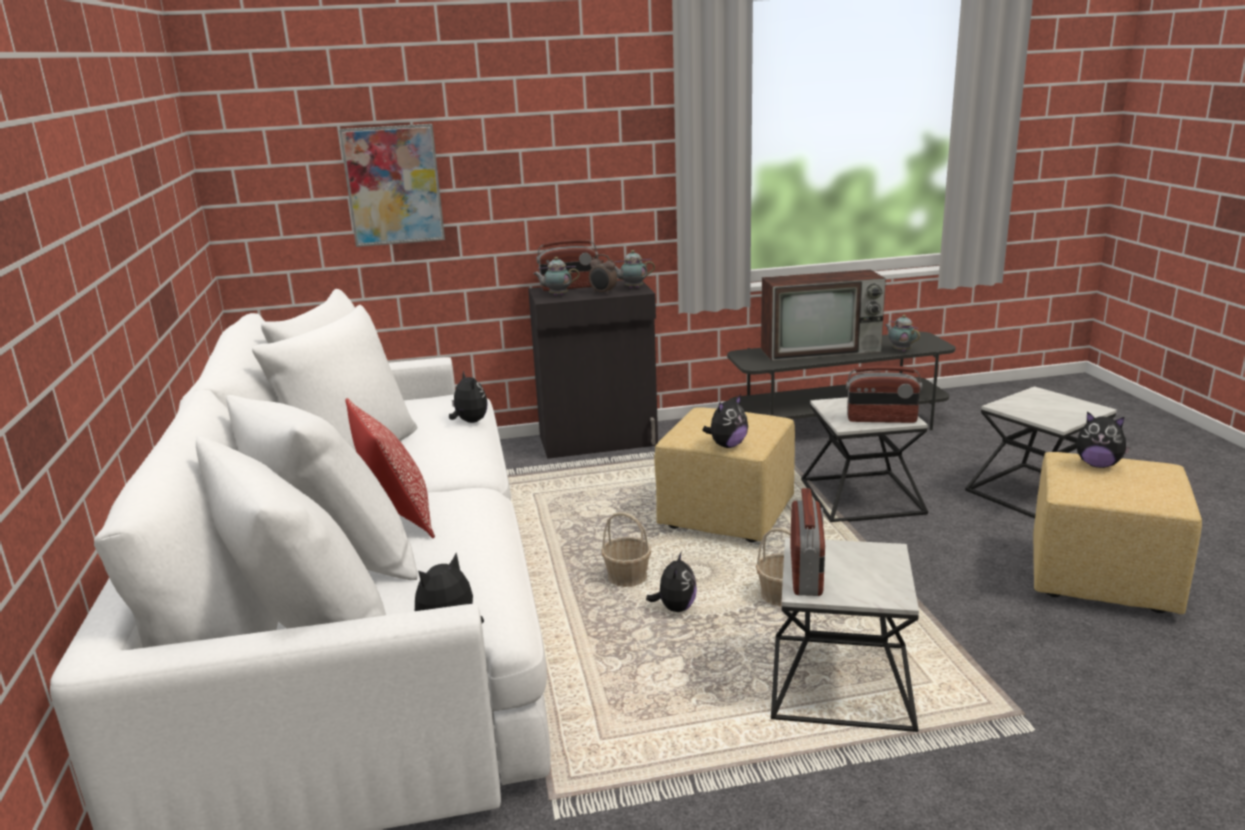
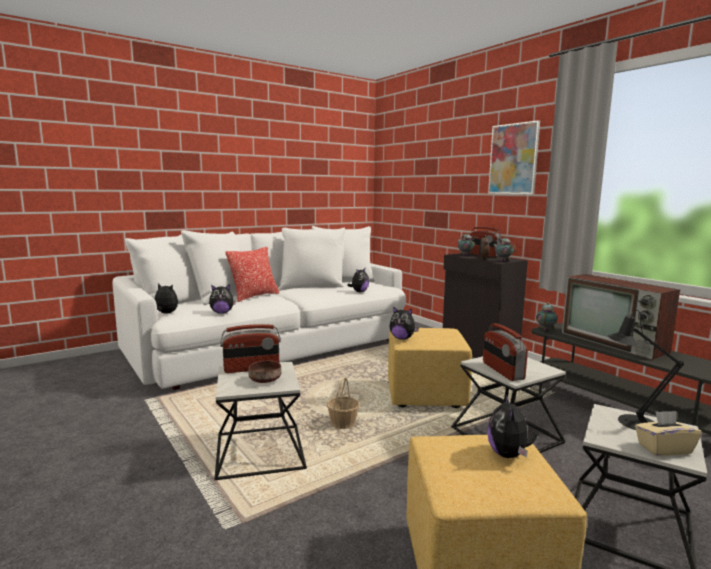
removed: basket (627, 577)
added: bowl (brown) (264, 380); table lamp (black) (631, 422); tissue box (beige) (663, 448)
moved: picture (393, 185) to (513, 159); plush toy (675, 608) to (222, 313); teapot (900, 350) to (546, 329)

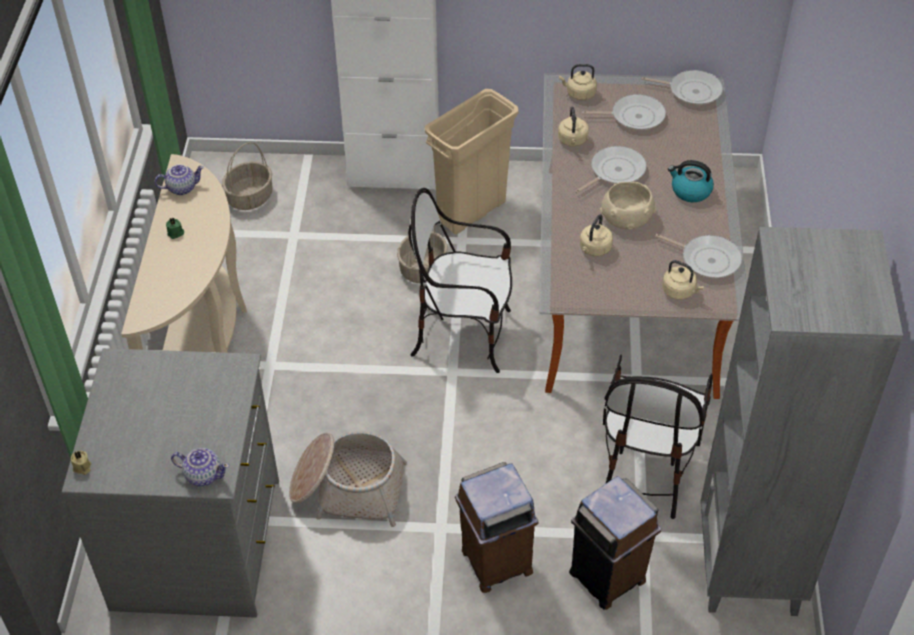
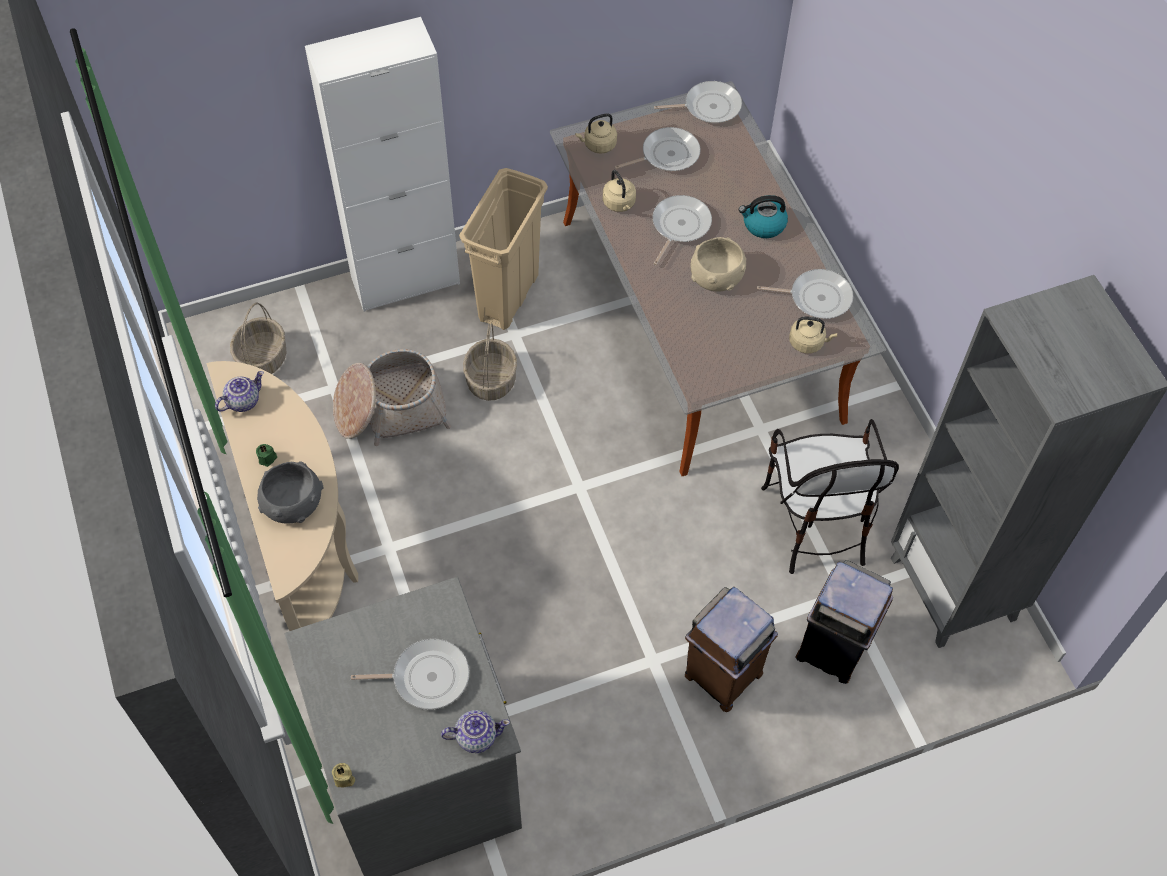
removed: chair (463, 335); kettle (beige) (594, 249)
added: bowl (grey) (292, 503); frying pan (426, 677)
moved: basket (347, 488) to (390, 409)

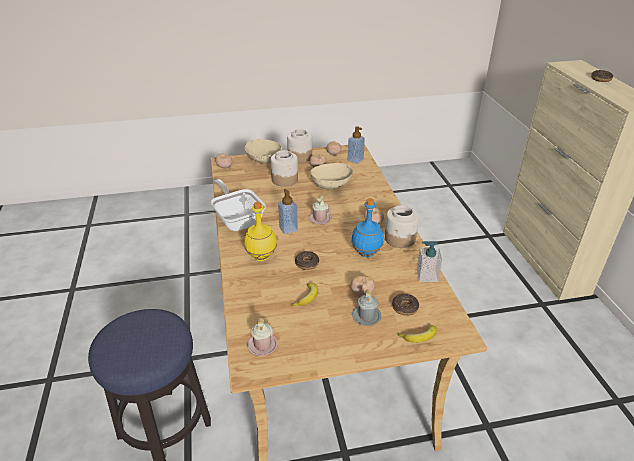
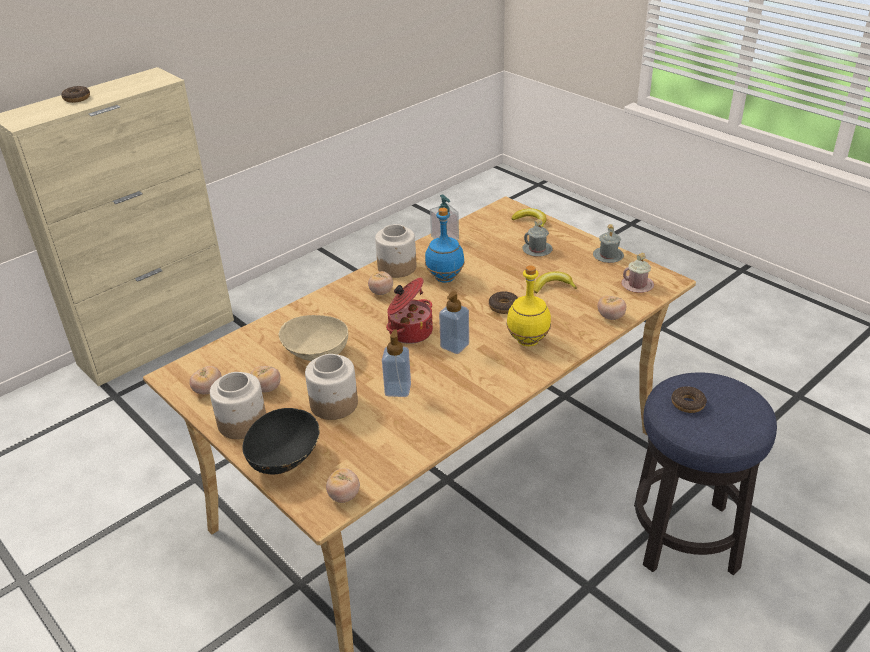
removed: frying pan (238, 220)
added: mug (grey) (608, 256)
moved: soap dispenser (355, 160) to (398, 389); tomato (362, 292) to (610, 317); donut (405, 307) to (687, 404)
replaced: mug (pink) (320, 219) to cooking pot (409, 331)
recoloured: bowl (beige) (263, 160) to bowl (black) (285, 459)

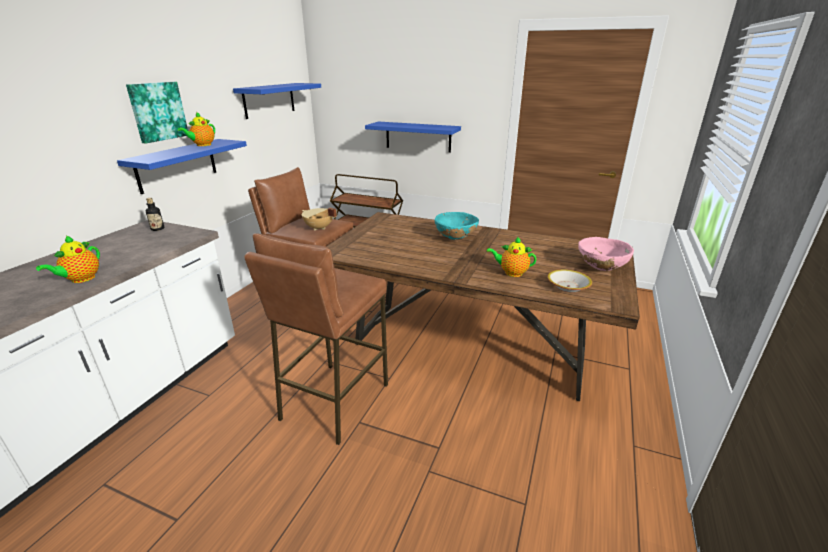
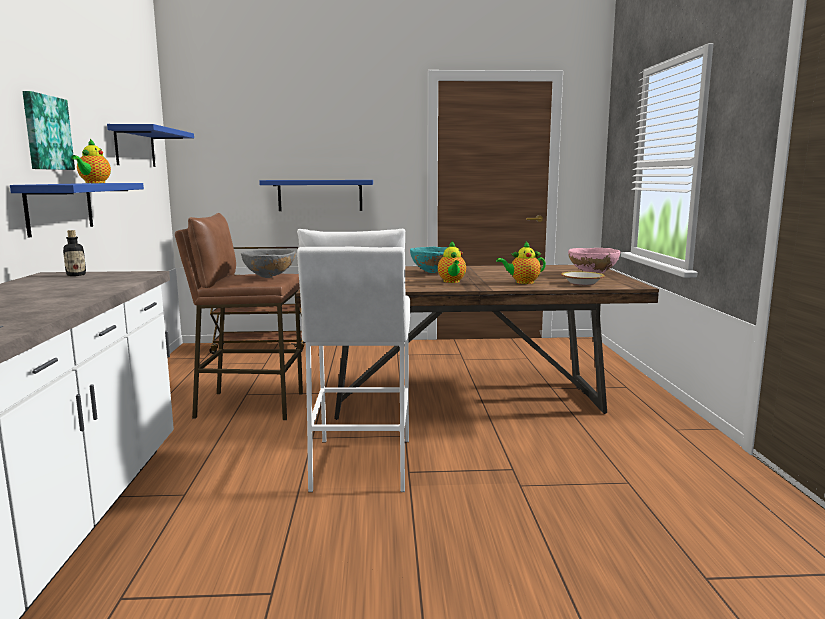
moved: teapot (81, 279) to (452, 281)
replaced: cooking pot (beige) (319, 228) to bowl (grey) (269, 277)
recoloured: stool (brown) (334, 401) to stool (white) (360, 464)

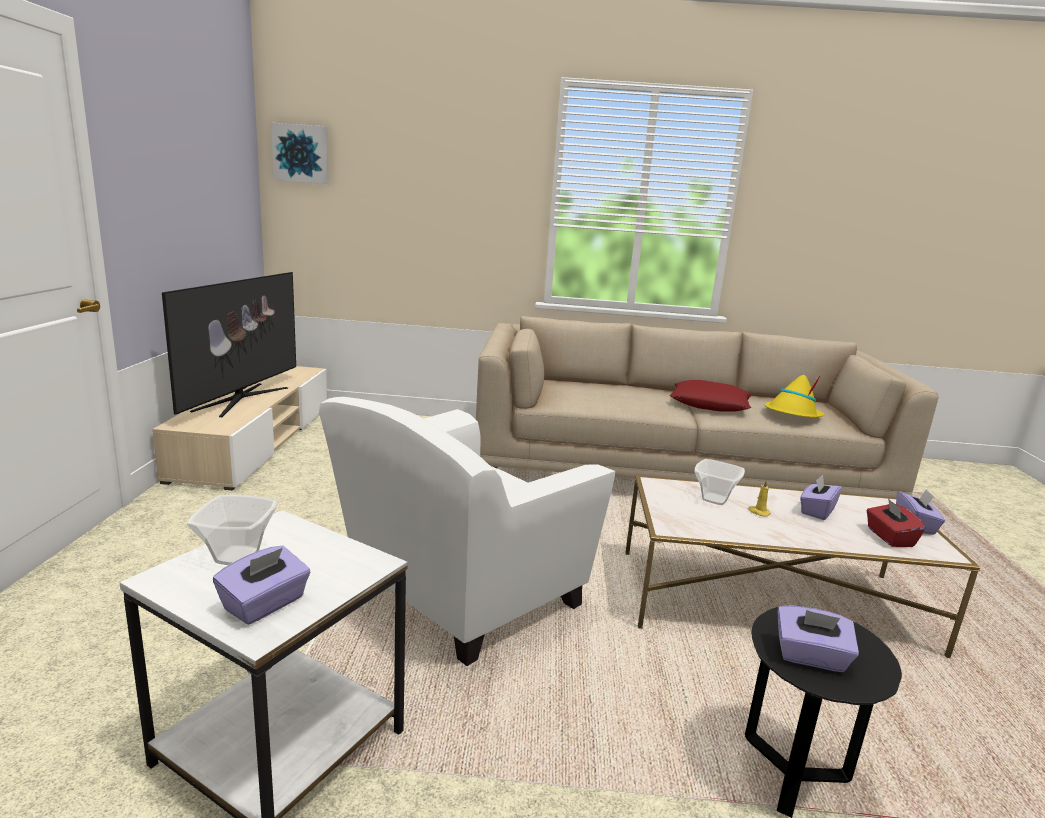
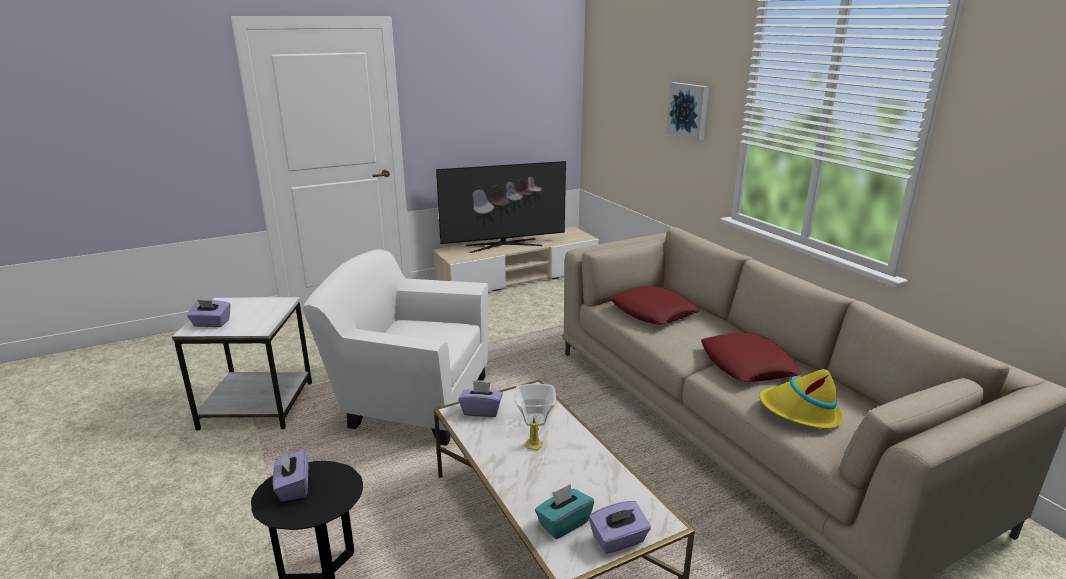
removed: bowl (239, 556)
added: pillow (red) (653, 312)
moved: picture (301, 154) to (689, 110); tissue box (purple) (816, 511) to (481, 411)
recoloured: tissue box (red) (889, 537) to tissue box (turquoise) (563, 523)

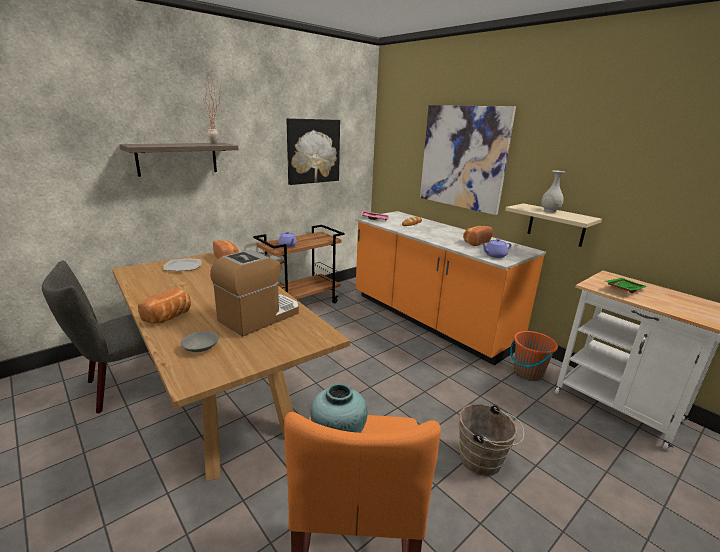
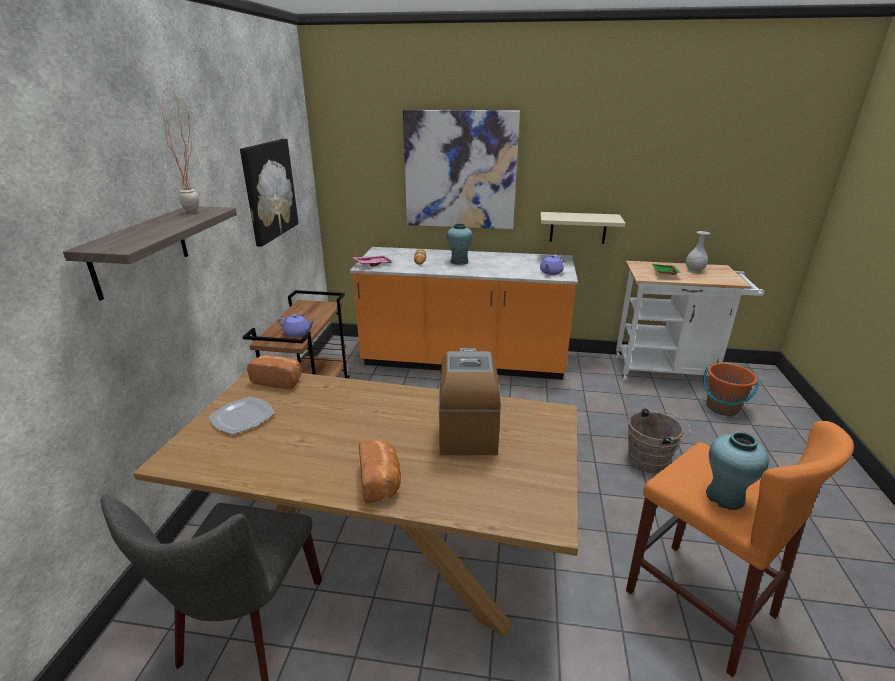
removed: bowl (grey) (200, 347); bread (475, 242)
added: vase (turquoise) (459, 262)
moved: bucket (orange) (527, 373) to (722, 408); vase (white) (550, 211) to (694, 270)

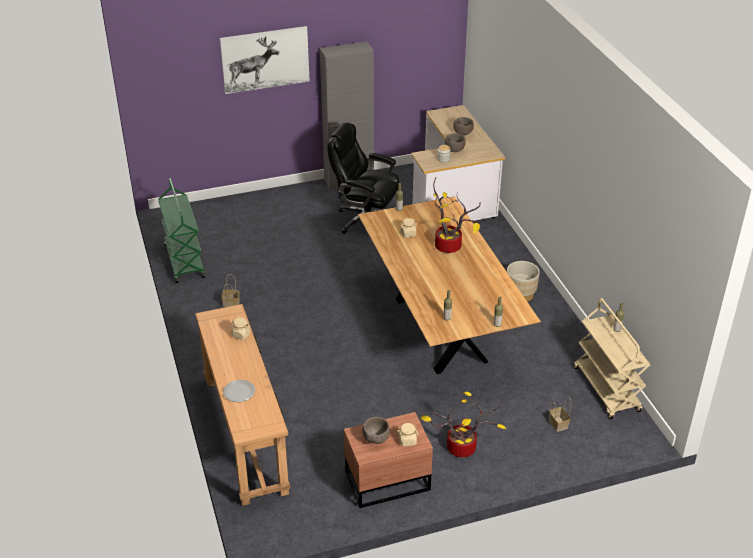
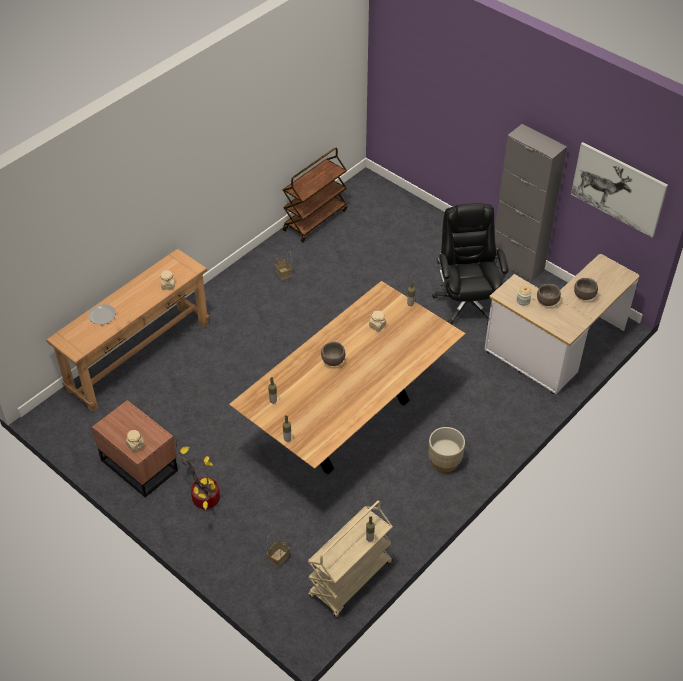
removed: potted plant (450, 246)
moved: picture (265, 59) to (618, 189); bowl (brown) (375, 439) to (333, 361)
recoloured: cart (green) (183, 260) to cart (brown) (315, 219)

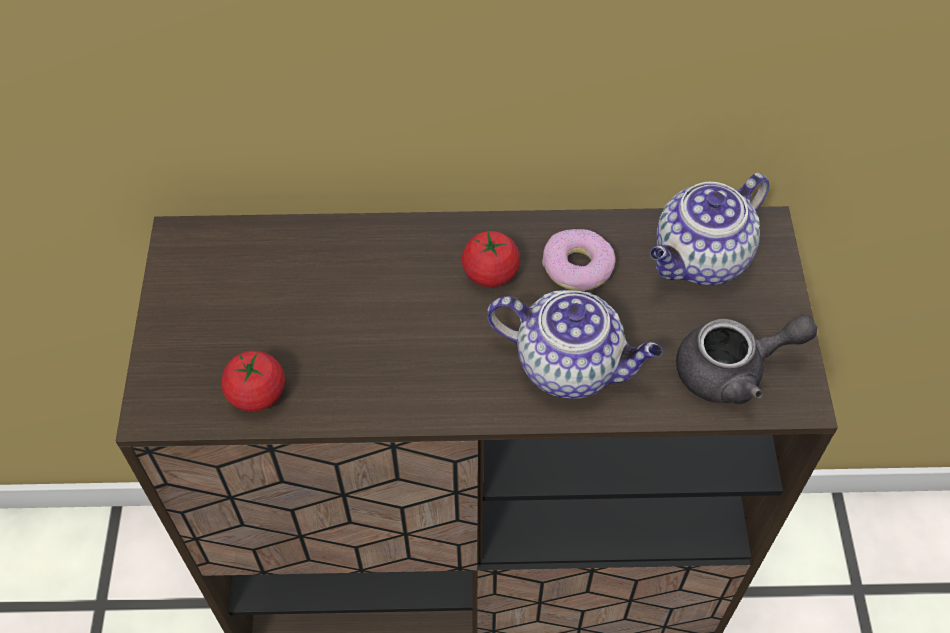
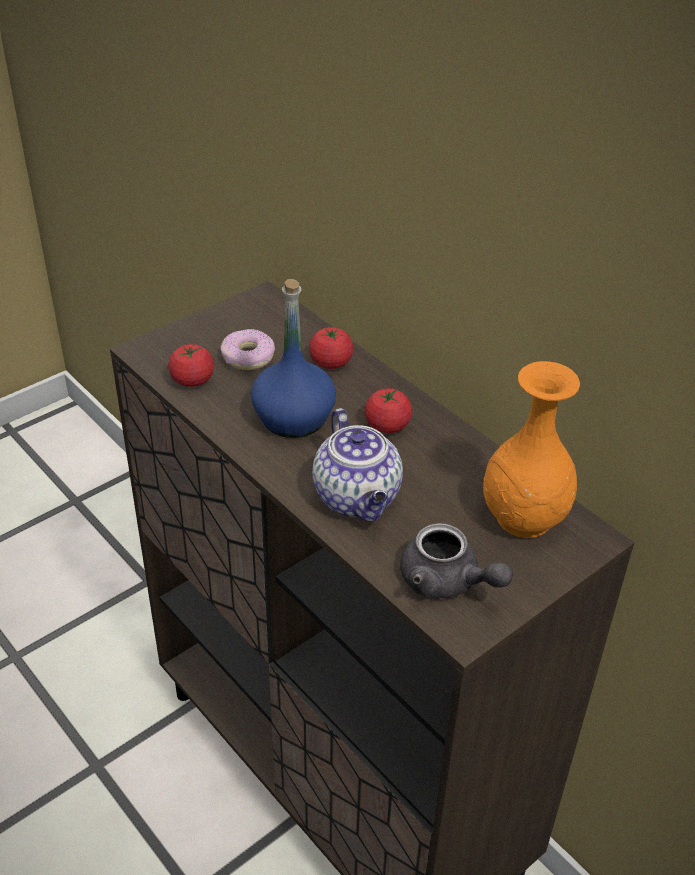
added: bottle (blue) (294, 418); tomato (331, 363)
moved: donut (577, 267) to (248, 357)
replaced: teapot (700, 260) to vase (orange) (522, 518)

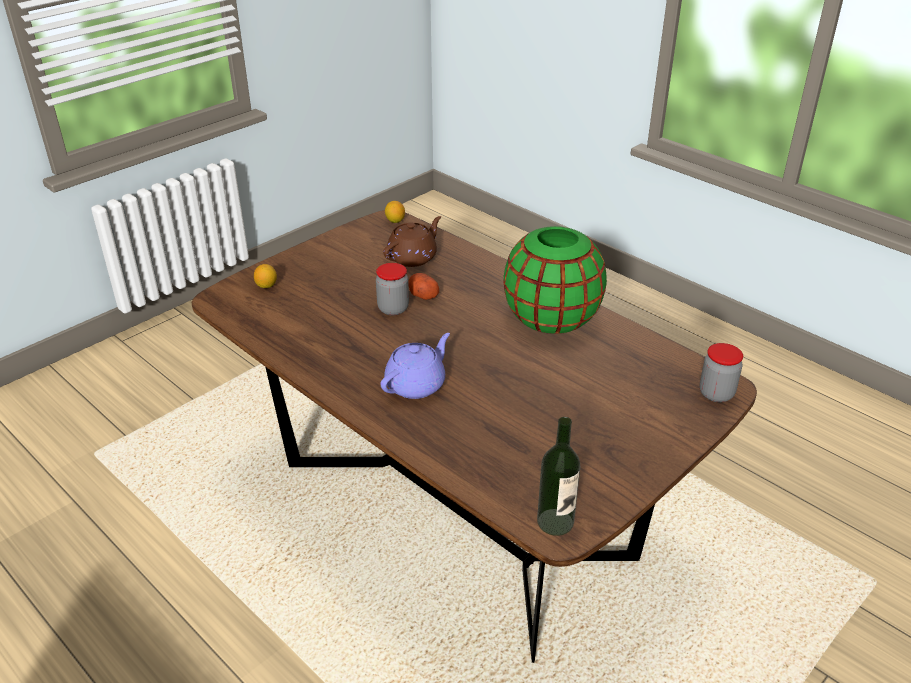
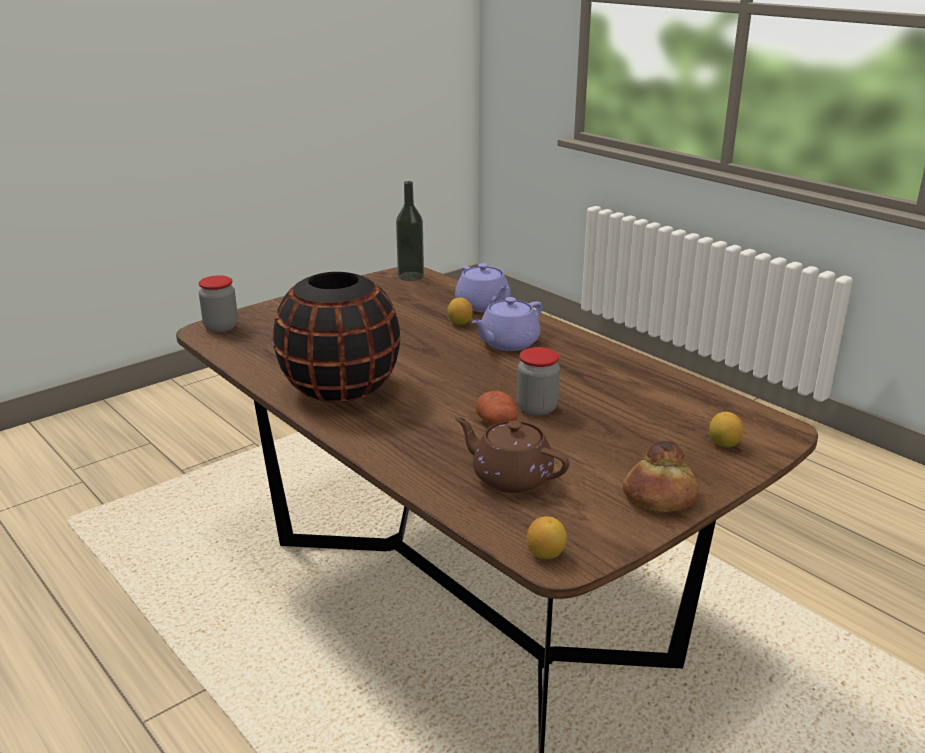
added: lemon (459, 323); teapot (purple) (483, 306); bread (659, 497)
recoloured: vase (green) (552, 319) to vase (black) (340, 389)
turned: teapot (brown) (413, 257) = (510, 477) 75 degrees clockwise

